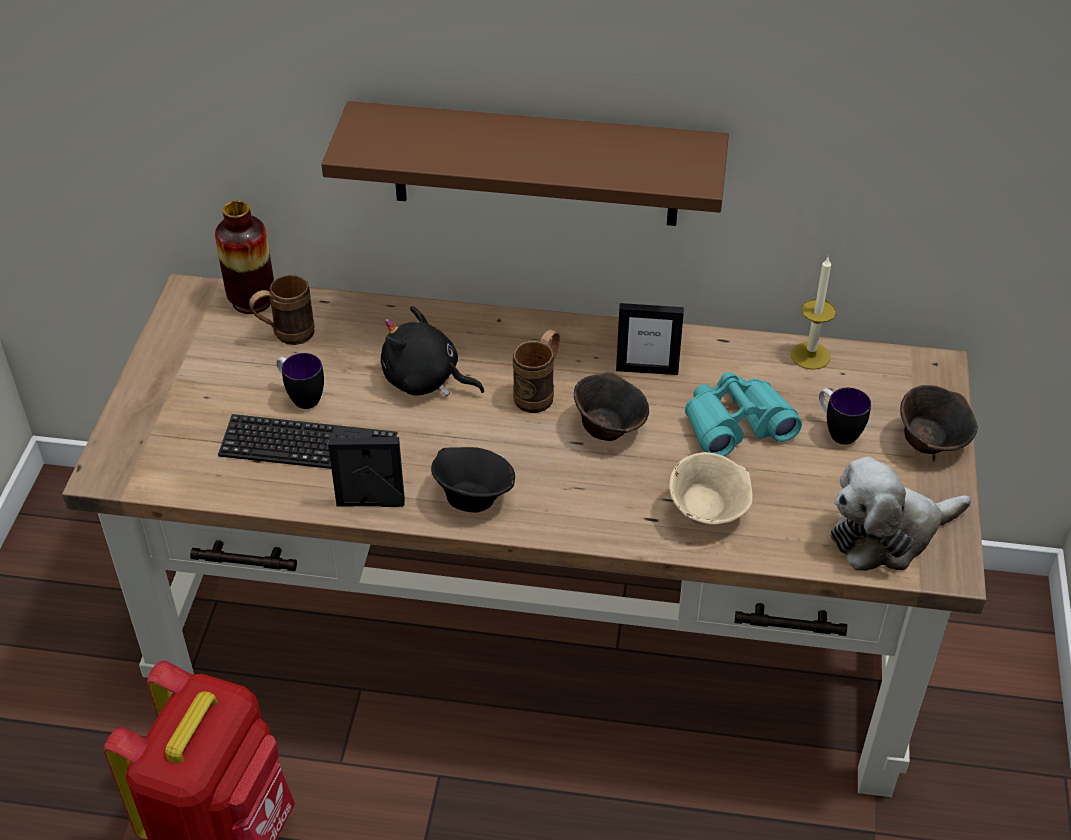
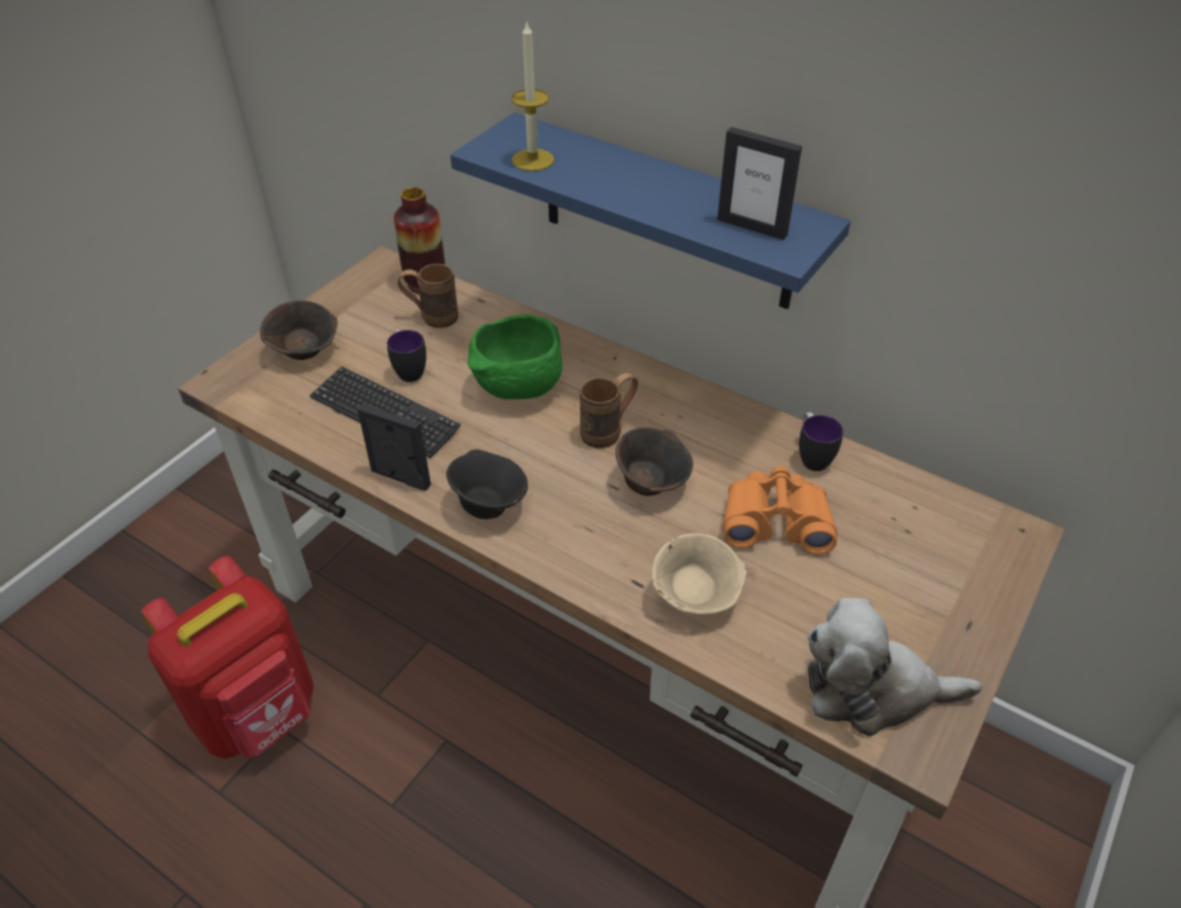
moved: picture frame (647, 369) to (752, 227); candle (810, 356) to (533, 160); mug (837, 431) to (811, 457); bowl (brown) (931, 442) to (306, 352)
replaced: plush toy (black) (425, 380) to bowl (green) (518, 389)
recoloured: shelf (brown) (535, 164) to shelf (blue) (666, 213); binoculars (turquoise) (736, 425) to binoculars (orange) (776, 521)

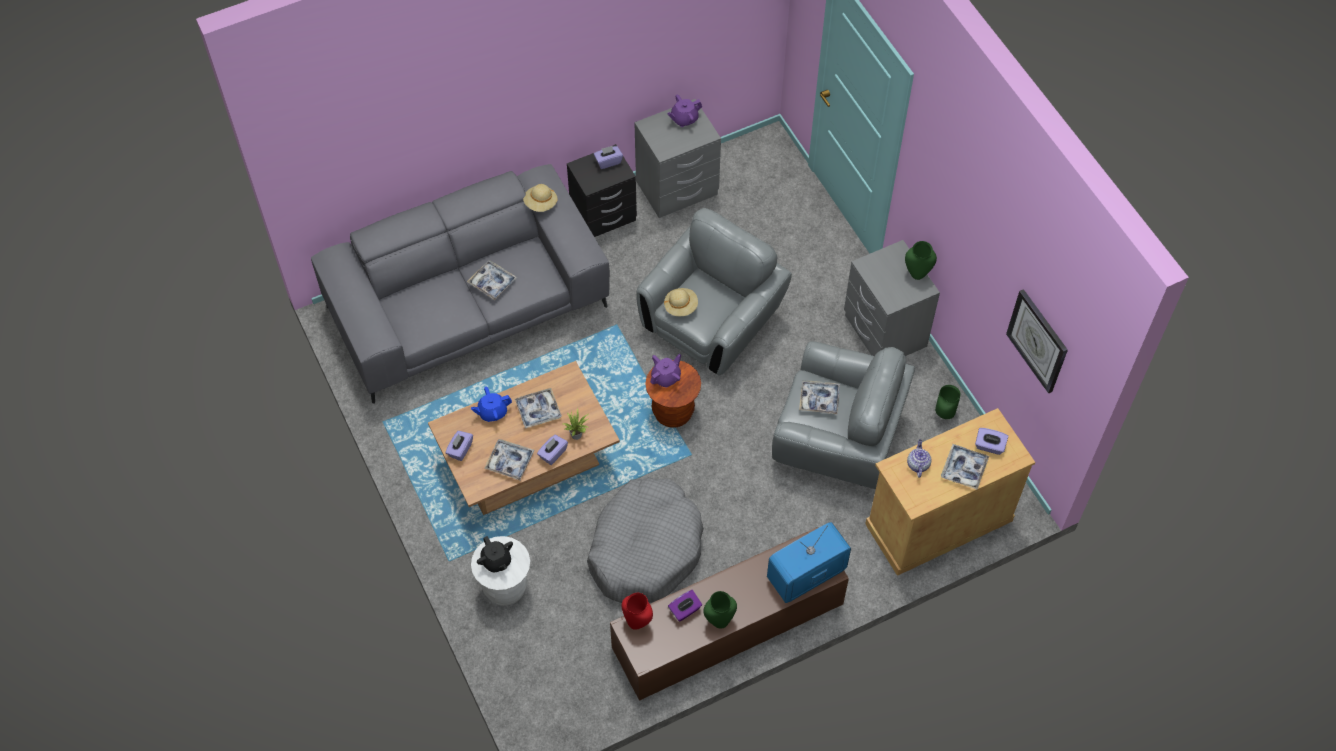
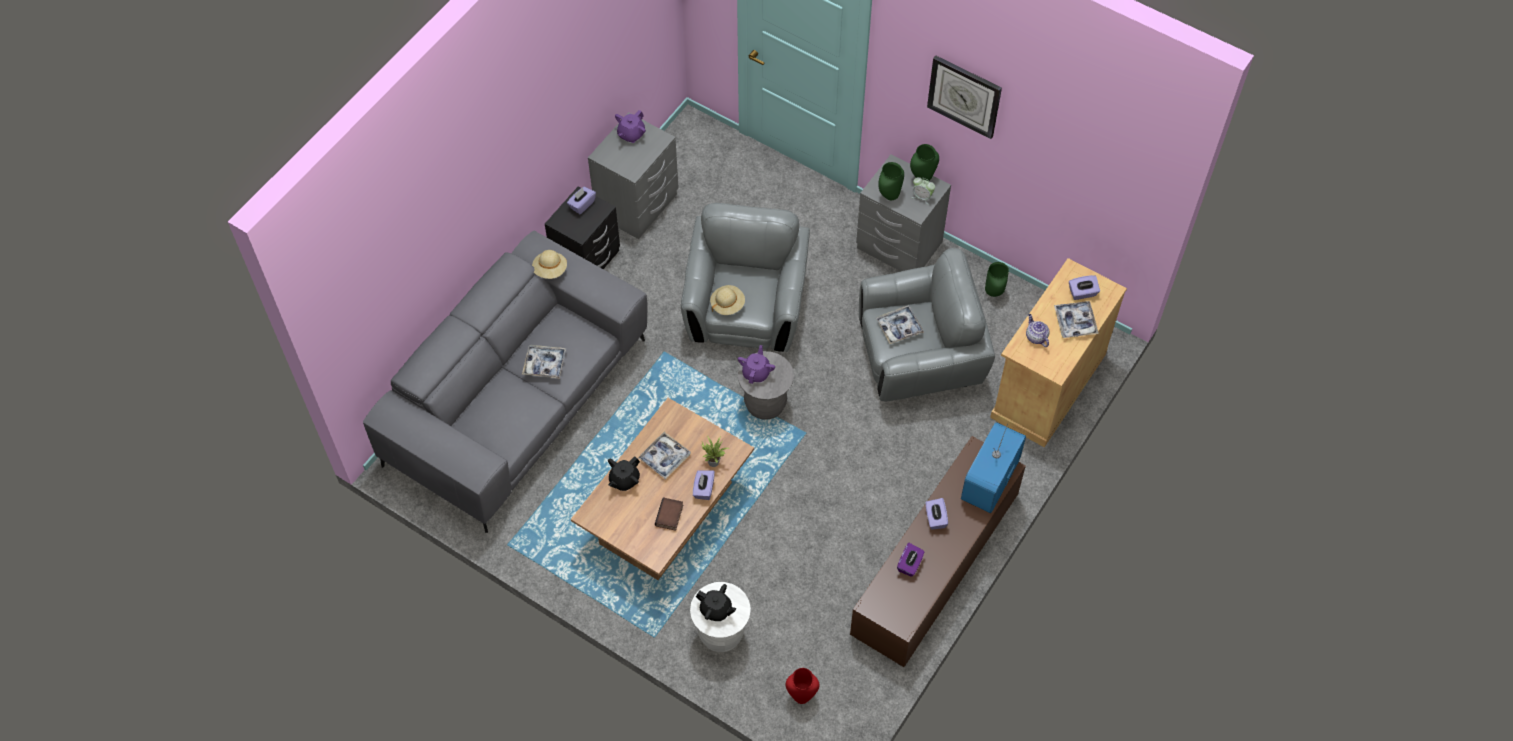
removed: dog bed (grey) (645, 548)
added: alarm clock (922, 197)
moved: tissue box (purple) (460, 450) to (935, 518); vase (red) (637, 622) to (801, 696); vase (green) (719, 620) to (889, 195); wall clock (1038, 340) to (964, 96)
replaced: tray (509, 462) to book (670, 516)
recoloured: teapot (blue) (492, 412) to teapot (black) (624, 480); stool (brown) (673, 412) to stool (grey) (765, 404)

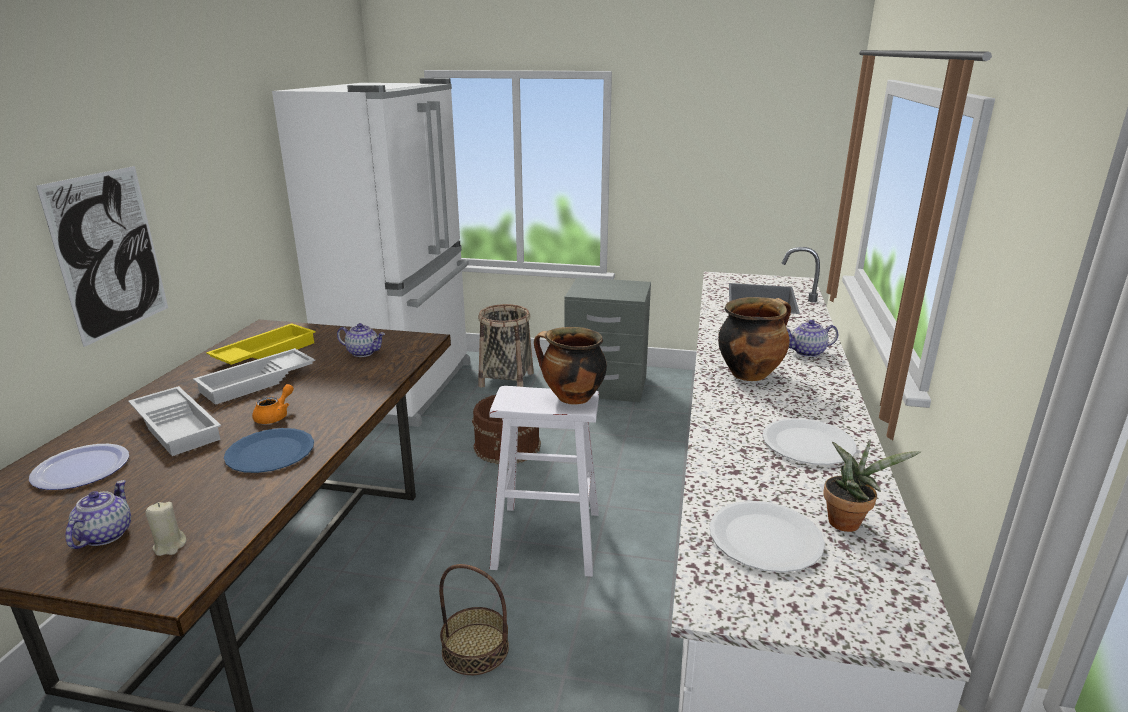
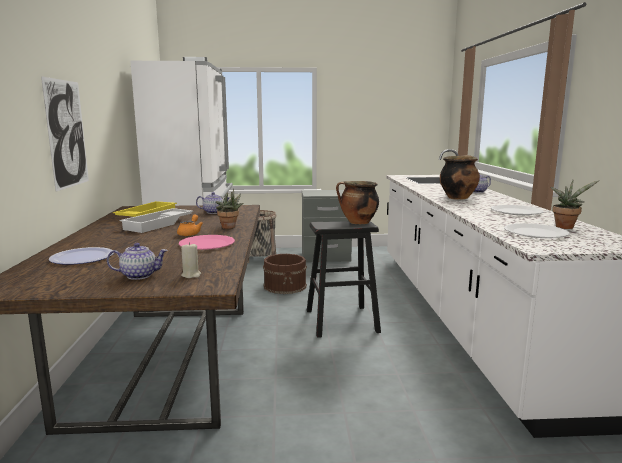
removed: tray (white) (179, 426); basket (475, 649)
added: potted plant (230, 227)
recoloured: plate (blue) (270, 453) to plate (pink) (207, 244); stool (white) (547, 539) to stool (black) (342, 321)
turned: teapot (105, 534) = (139, 275) 90 degrees clockwise

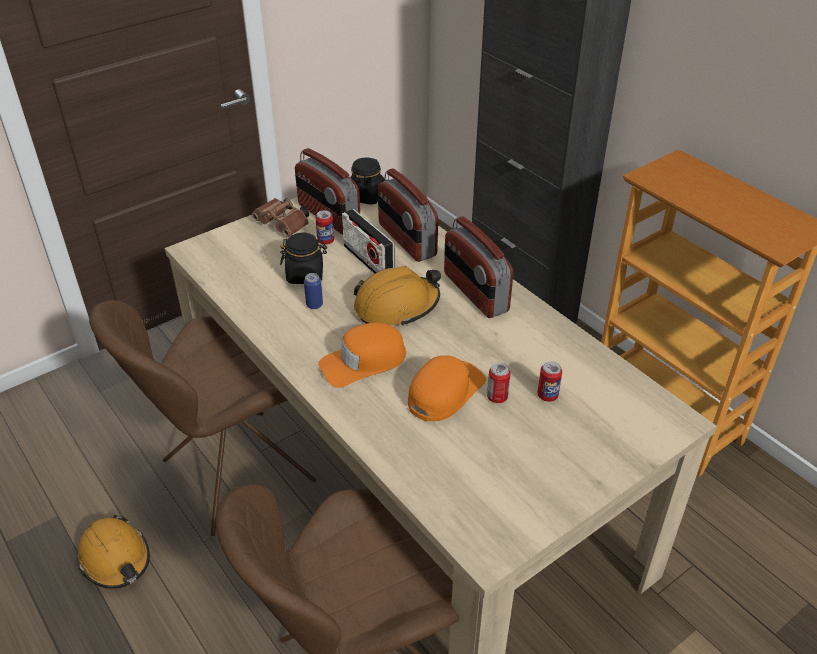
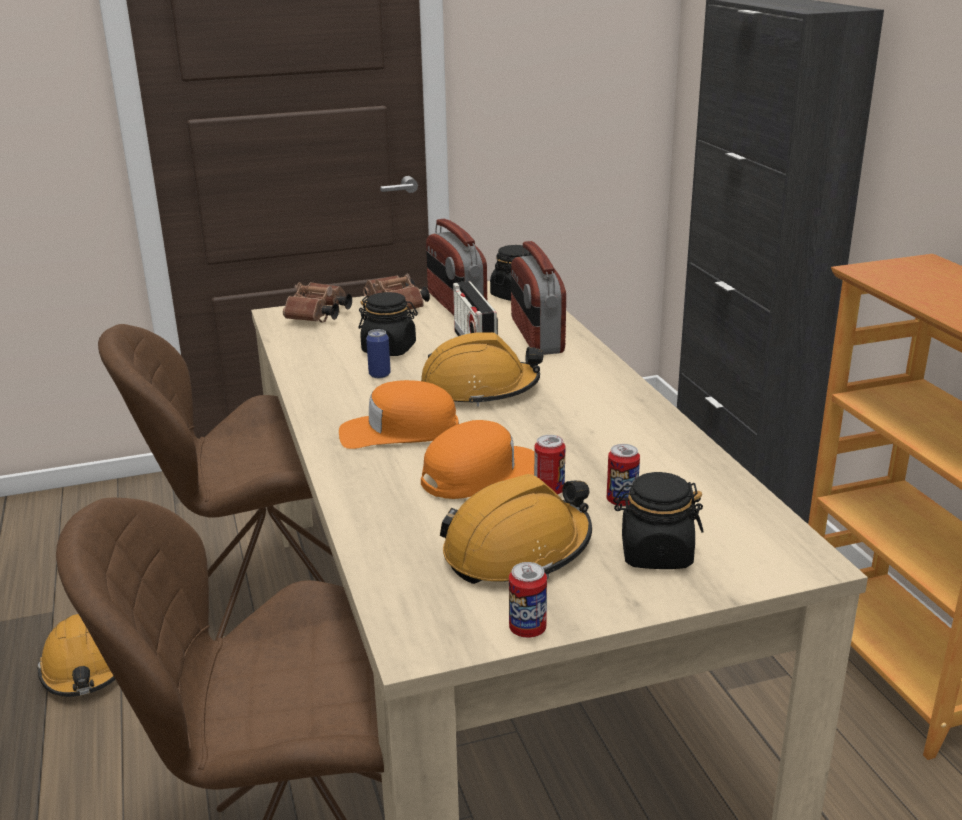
removed: radio (475, 293)
added: binoculars (brown) (318, 317); hard hat (orange) (517, 550); jar (black) (655, 554)
moved: can (325, 241) to (527, 629)

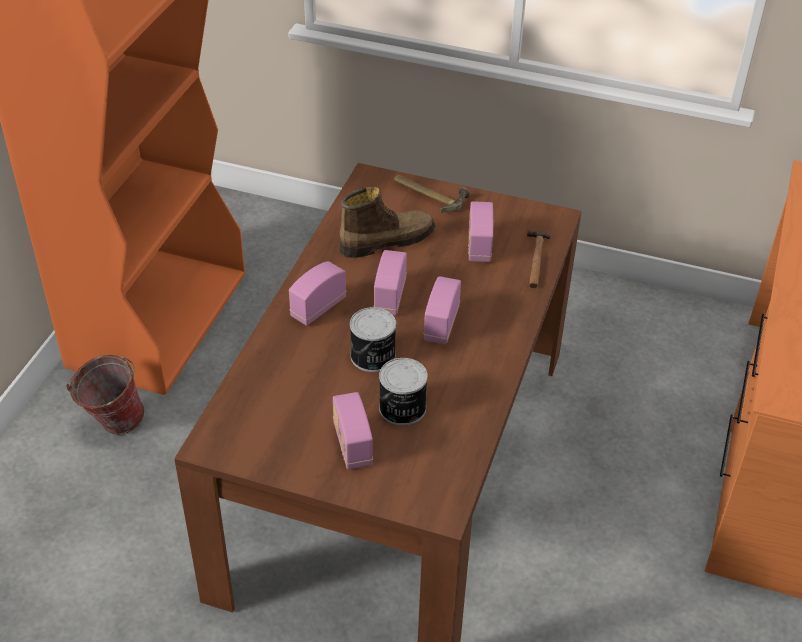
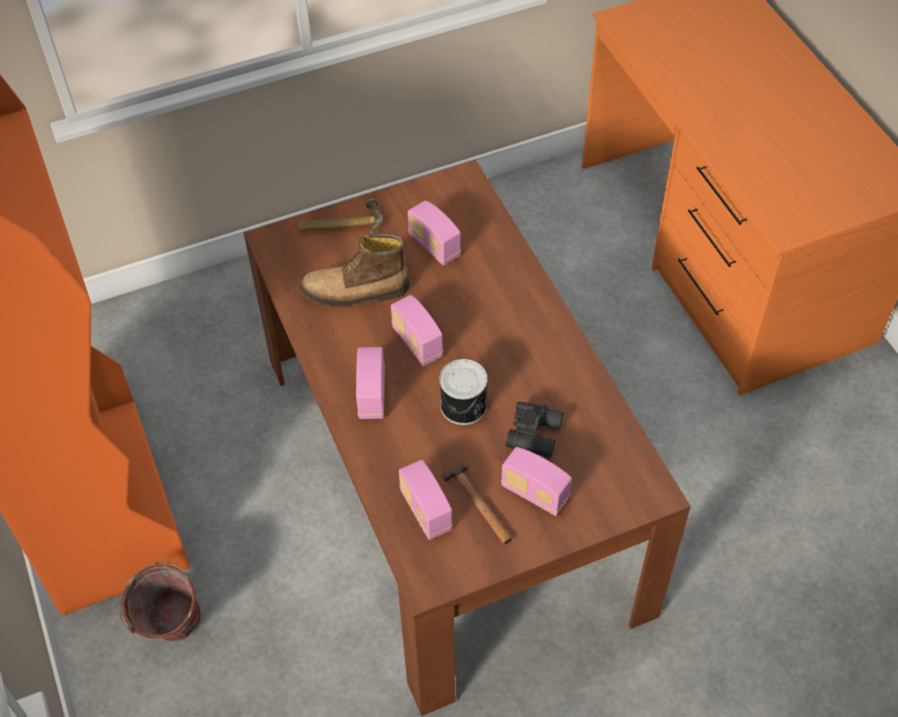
moved: radio (441, 324) to (425, 511); hammer (535, 260) to (479, 506)
replaced: can (402, 408) to binoculars (black) (536, 434)
turned: boot (386, 240) = (355, 292) 120 degrees counterclockwise

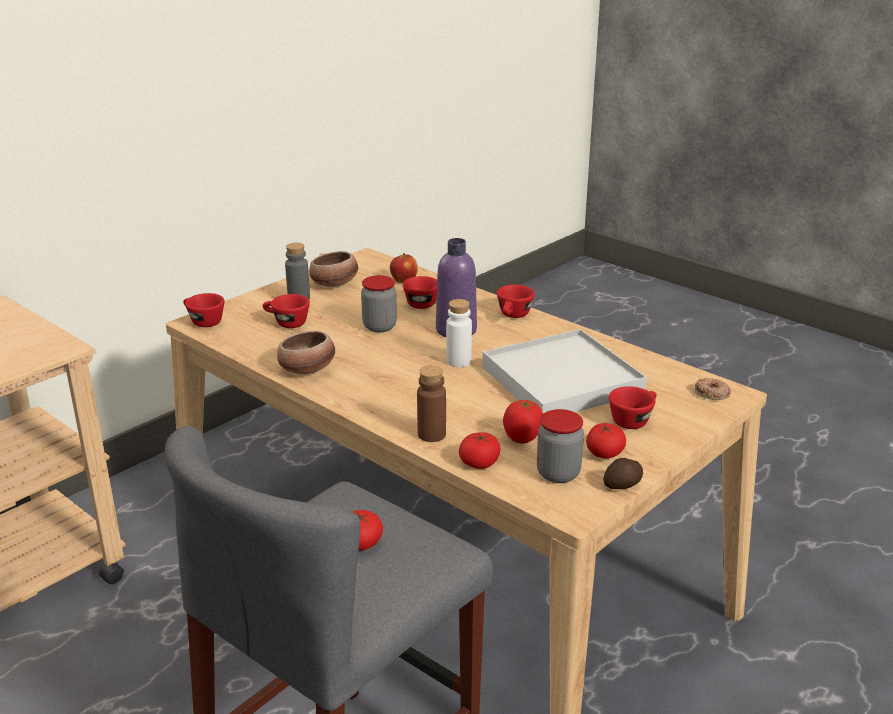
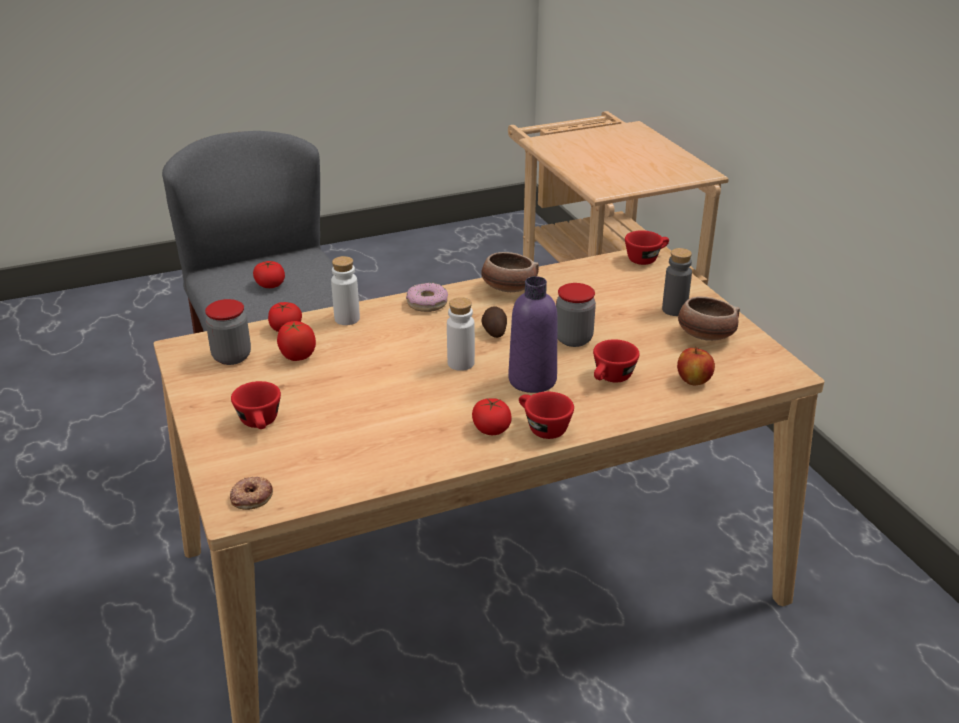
removed: cup (red) (286, 323); tray (white) (561, 380)
added: donut (427, 303)
moved: tomato (604, 453) to (491, 428); potato (623, 485) to (494, 331)
recoloured: bottle (brown) (431, 434) to bottle (white) (347, 319)

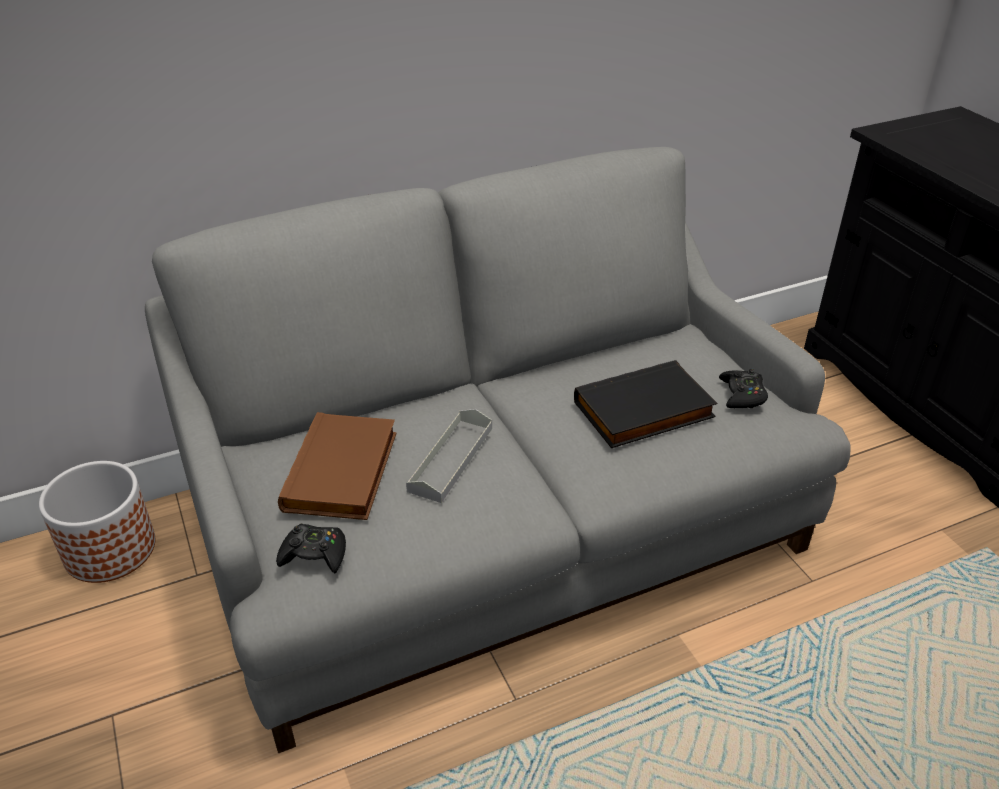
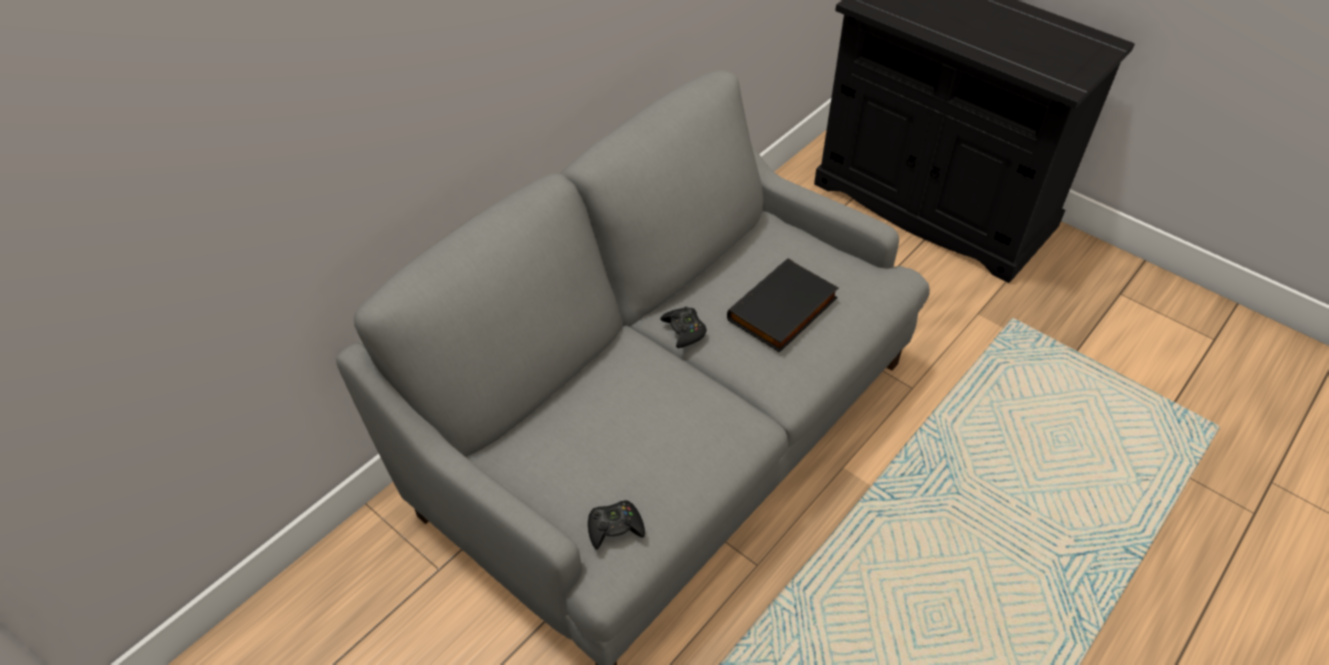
removed: planter (111, 549); book (brown) (344, 472); tray (grey) (451, 459)
moved: game controller (black) (742, 395) to (684, 330)

